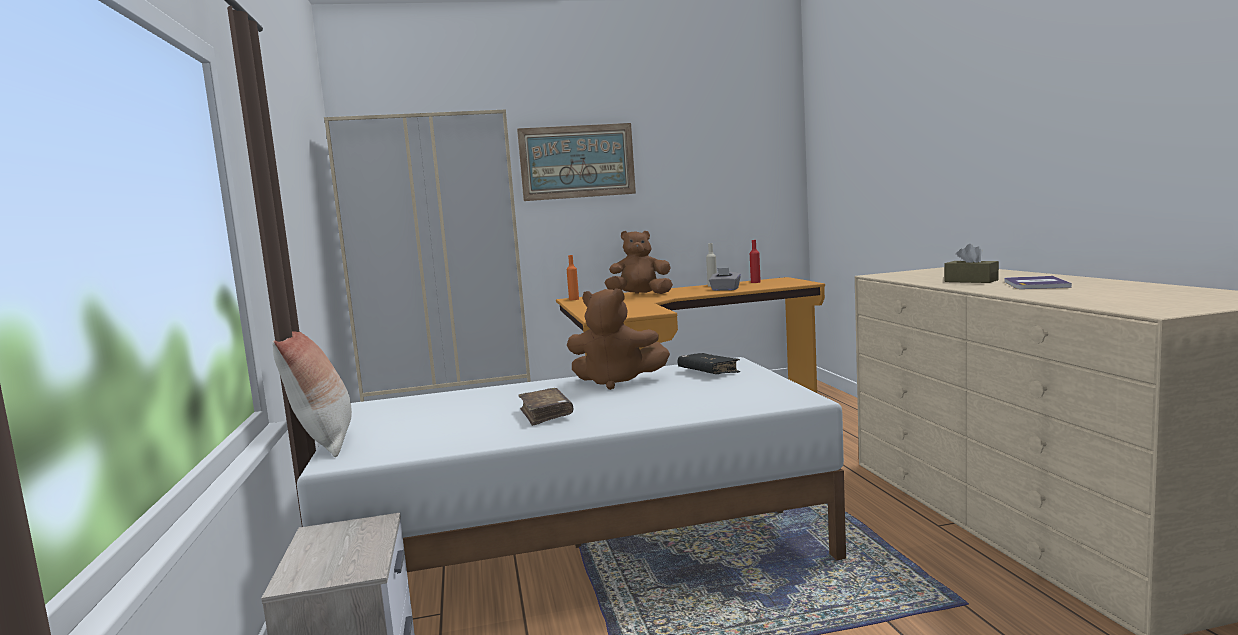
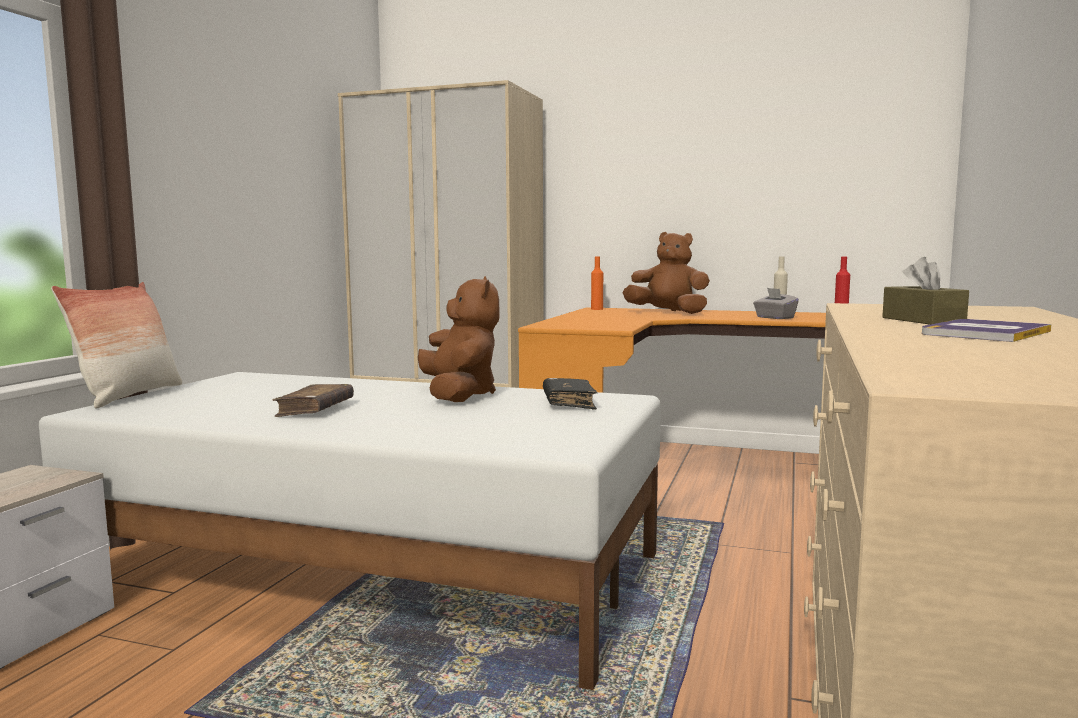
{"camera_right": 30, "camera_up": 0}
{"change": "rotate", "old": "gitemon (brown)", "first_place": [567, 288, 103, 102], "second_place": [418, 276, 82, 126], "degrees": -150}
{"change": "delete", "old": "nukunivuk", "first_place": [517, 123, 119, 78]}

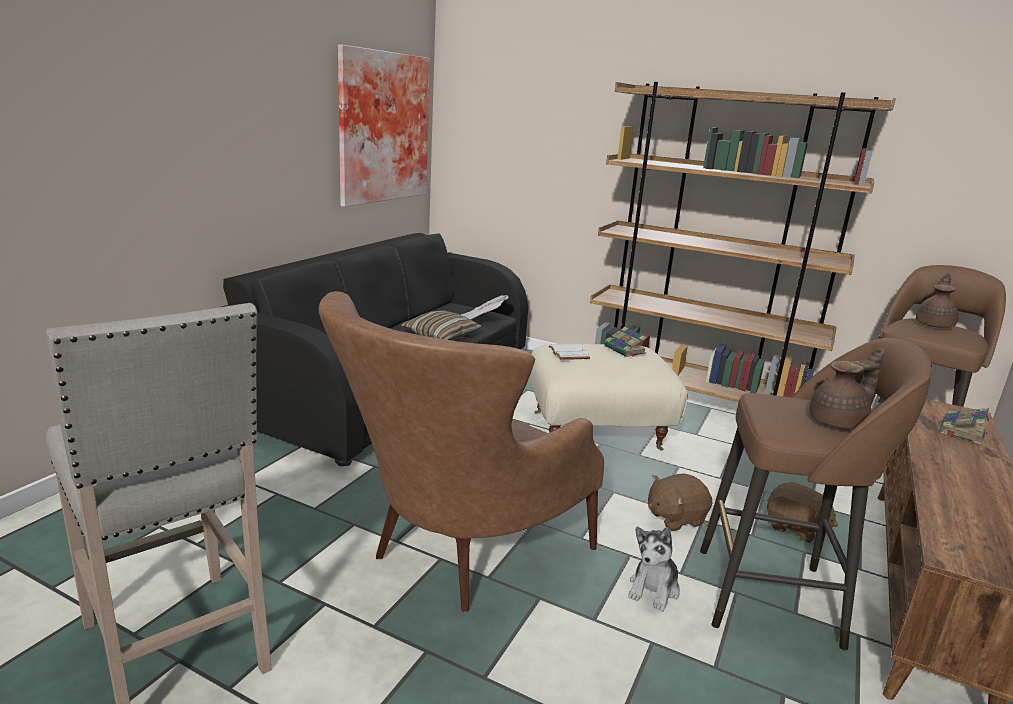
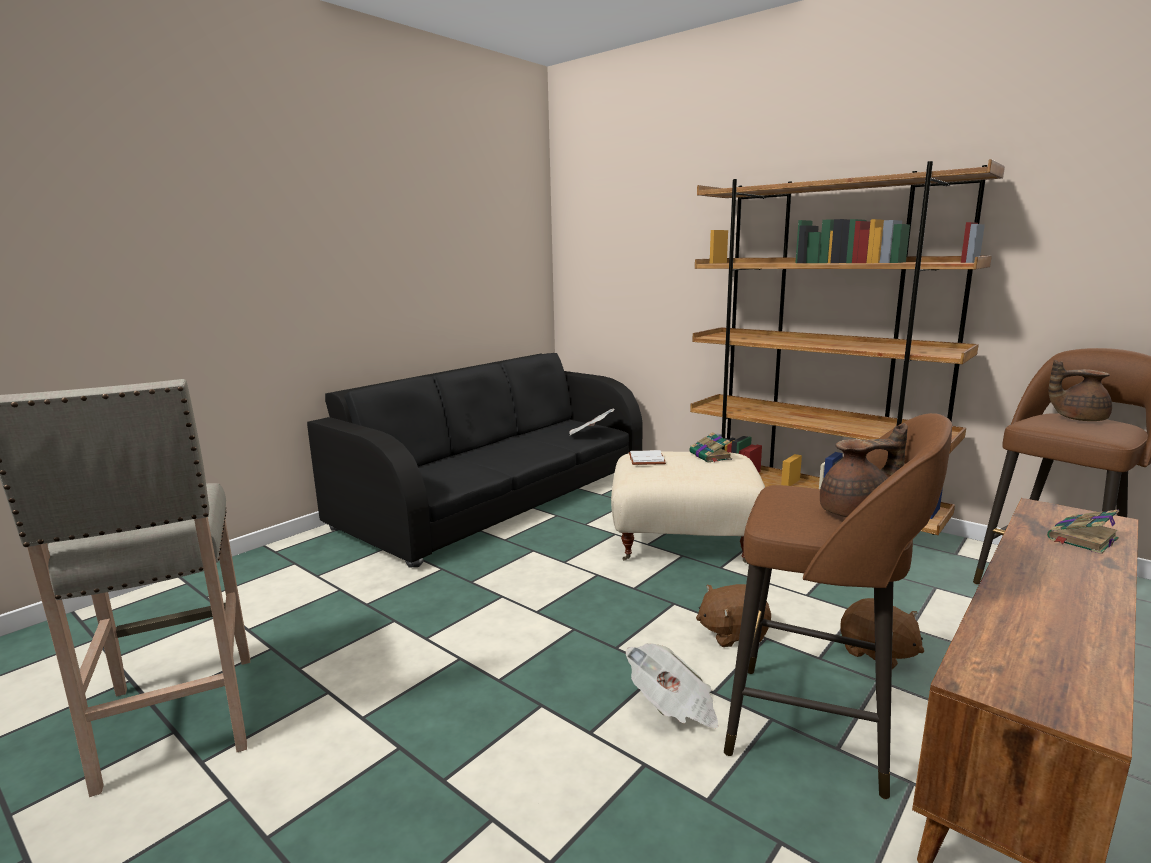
{"camera_right": 15, "camera_up": -5}
{"change": "replace", "old": "gitemon", "new": "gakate", "first_place": [628, 527, 52, 84], "second_place": [626, 643, 93, 85]}
{"change": "rotate", "old": "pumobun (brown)", "first_place": [916, 273, 43, 55], "second_place": [1049, 360, 63, 61], "degrees": -120}
{"change": "delete", "old": "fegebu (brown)", "first_place": [318, 291, 286, 321]}
{"change": "delete", "old": "nukunivuk", "first_place": [338, 44, 92, 163]}
{"change": "delete", "old": "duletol", "first_place": [401, 311, 81, 29]}

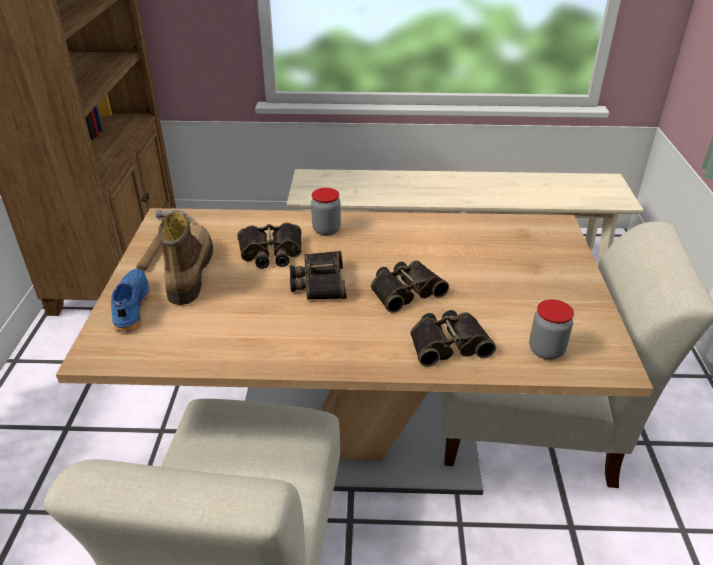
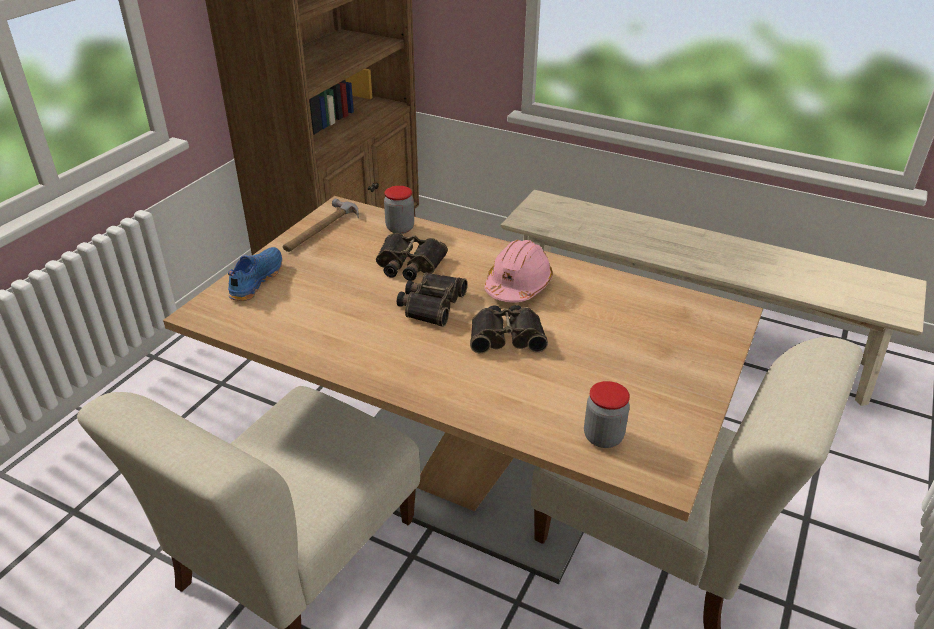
{"camera_right": 25, "camera_up": 0}
{"change": "move", "old": "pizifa", "first_place": [311, 188, 30, 48], "second_place": [384, 186, 30, 48]}
{"change": "insert", "new": "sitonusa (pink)", "second_place": [485, 240, 68, 62]}
{"change": "delete", "old": "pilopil", "first_place": [158, 211, 55, 94]}
{"change": "delete", "old": "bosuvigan", "first_place": [410, 310, 86, 57]}

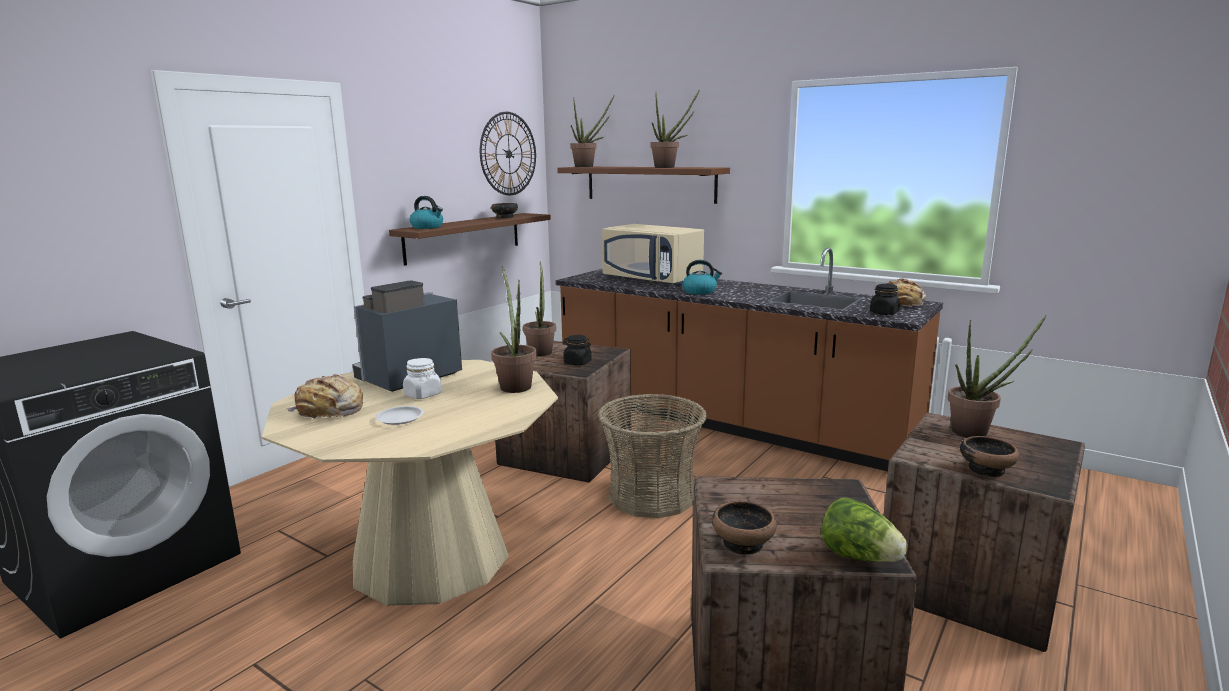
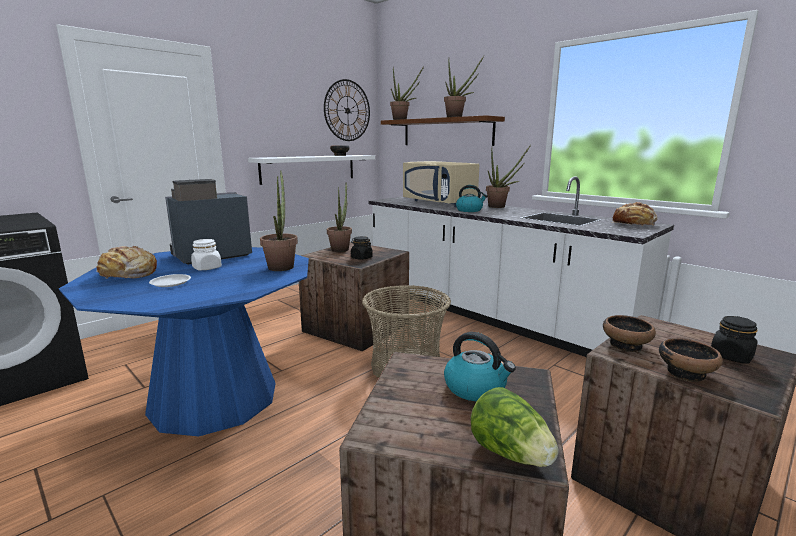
{"camera_right": 10, "camera_up": 0}
{"change": "recolor", "old": "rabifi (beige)", "new": "rabifi (blue)", "first_place": [262, 360, 296, 246], "second_place": [59, 247, 250, 190]}
{"change": "recolor", "old": "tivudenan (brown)", "new": "tivudenan (white)", "first_place": [389, 213, 162, 53], "second_place": [248, 155, 127, 30]}
{"change": "recolor", "old": "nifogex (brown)", "new": "nifogex (white)", "first_place": [555, 247, 388, 225], "second_place": [368, 176, 306, 181]}
{"change": "move", "old": "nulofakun", "first_place": [410, 196, 33, 33], "second_place": [444, 332, 72, 69]}
{"change": "move", "old": "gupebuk", "first_place": [948, 315, 99, 123], "second_place": [486, 145, 45, 63]}
{"change": "move", "old": "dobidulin", "first_place": [712, 501, 65, 54], "second_place": [603, 315, 53, 37]}
{"change": "move", "old": "pizifa (black)", "first_place": [870, 284, 30, 31], "second_place": [711, 316, 47, 48]}

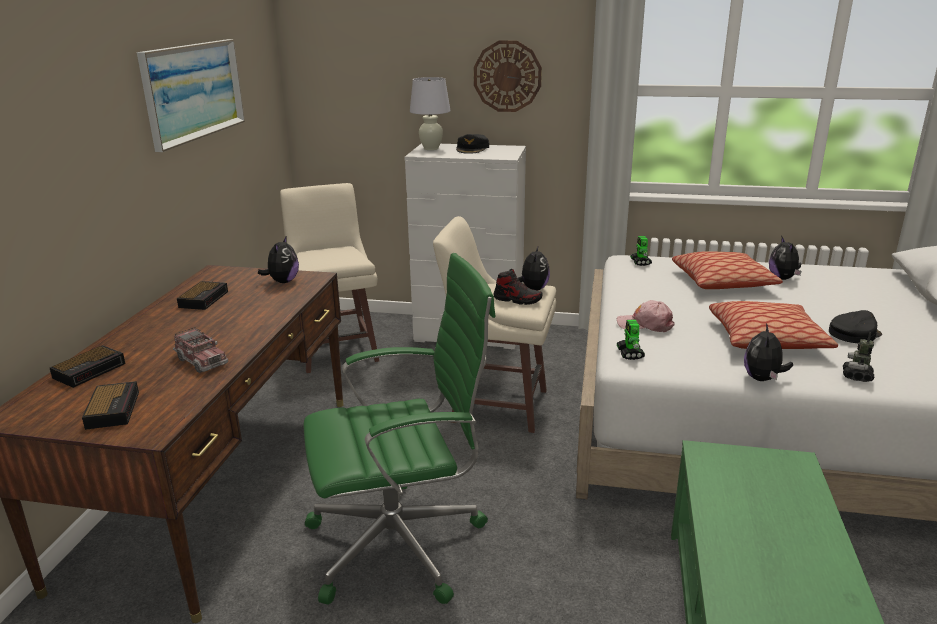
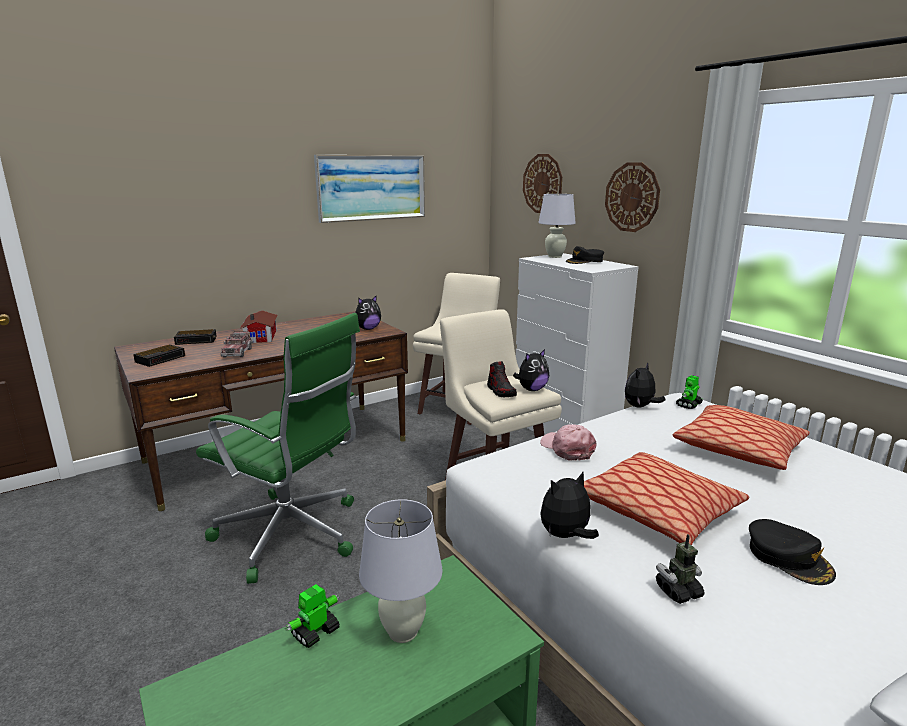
{"camera_right": 45, "camera_up": -5}
{"change": "insert", "new": "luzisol", "second_place": [240, 310, 37, 33]}
{"change": "move", "old": "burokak", "first_place": [616, 319, 29, 41], "second_place": [285, 584, 55, 64]}
{"change": "insert", "new": "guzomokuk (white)", "second_place": [359, 499, 84, 144]}
{"change": "insert", "new": "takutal", "second_place": [523, 154, 39, 59]}
{"change": "move", "old": "gitemon", "first_place": [769, 237, 32, 43], "second_place": [625, 362, 40, 46]}
{"change": "rotate", "old": "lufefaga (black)", "first_place": [829, 310, 53, 33], "second_place": [749, 519, 87, 66], "degrees": 45}
{"change": "delete", "old": "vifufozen", "first_place": [177, 281, 51, 29]}

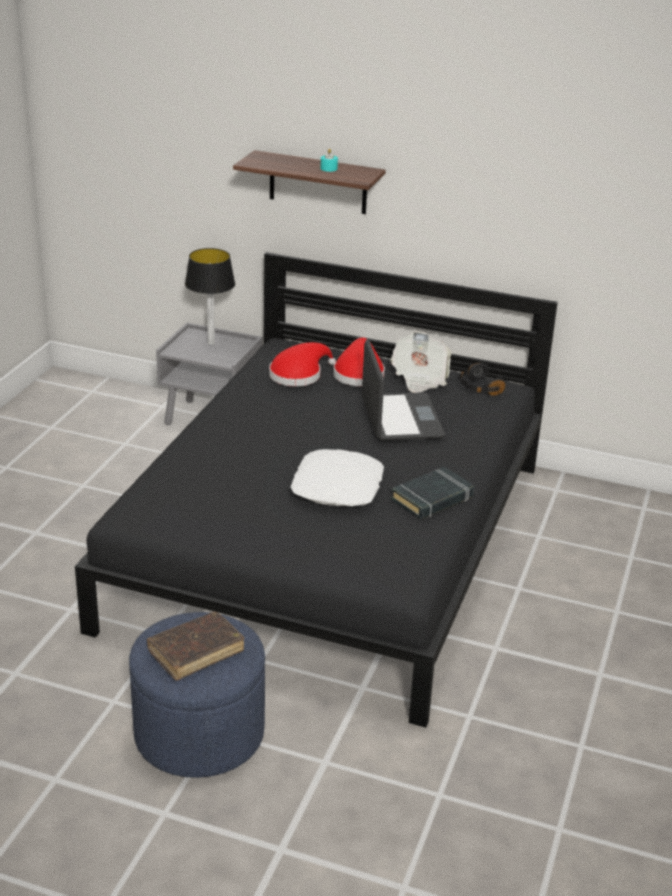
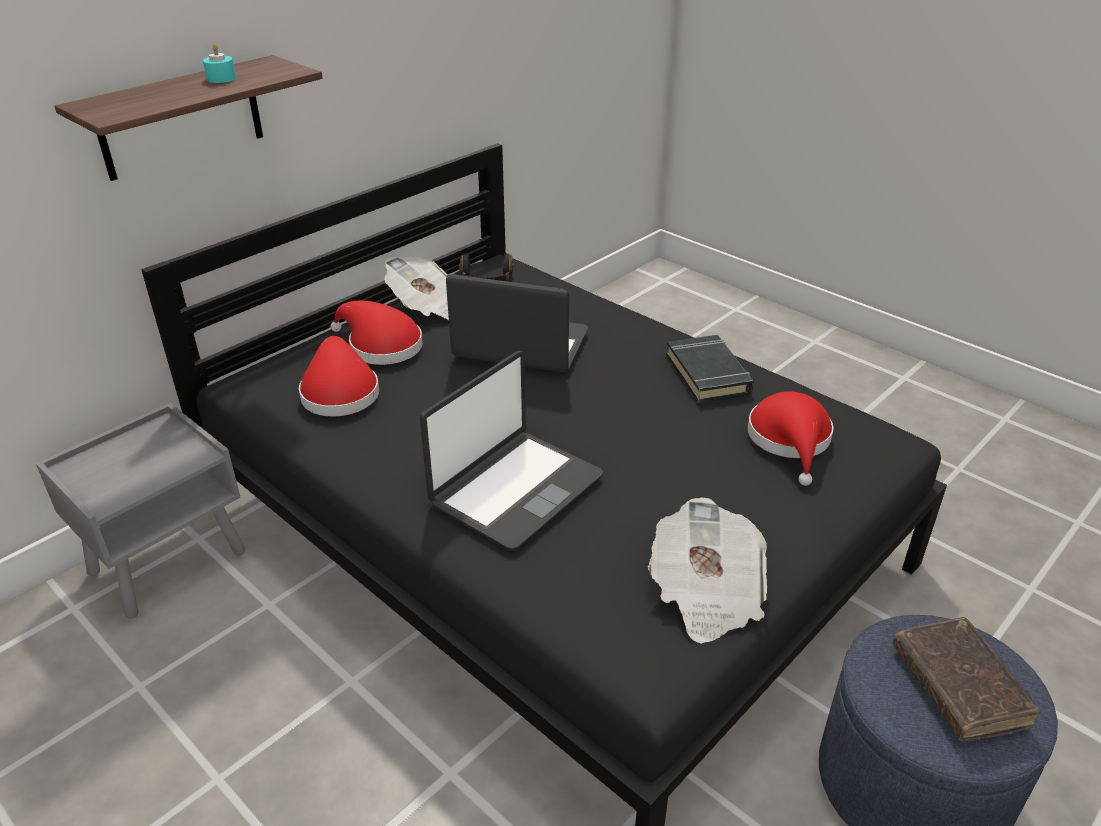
{"camera_right": -65, "camera_up": 5}
{"change": "insert", "new": "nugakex", "second_place": [420, 351, 183, 200]}
{"change": "insert", "new": "gakate", "second_place": [648, 498, 119, 146]}
{"change": "insert", "new": "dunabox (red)", "second_place": [747, 392, 86, 94]}
{"change": "delete", "old": "guzomokuk", "first_place": [185, 248, 50, 97]}
{"change": "delete", "old": "duletol (white)", "first_place": [290, 449, 94, 57]}

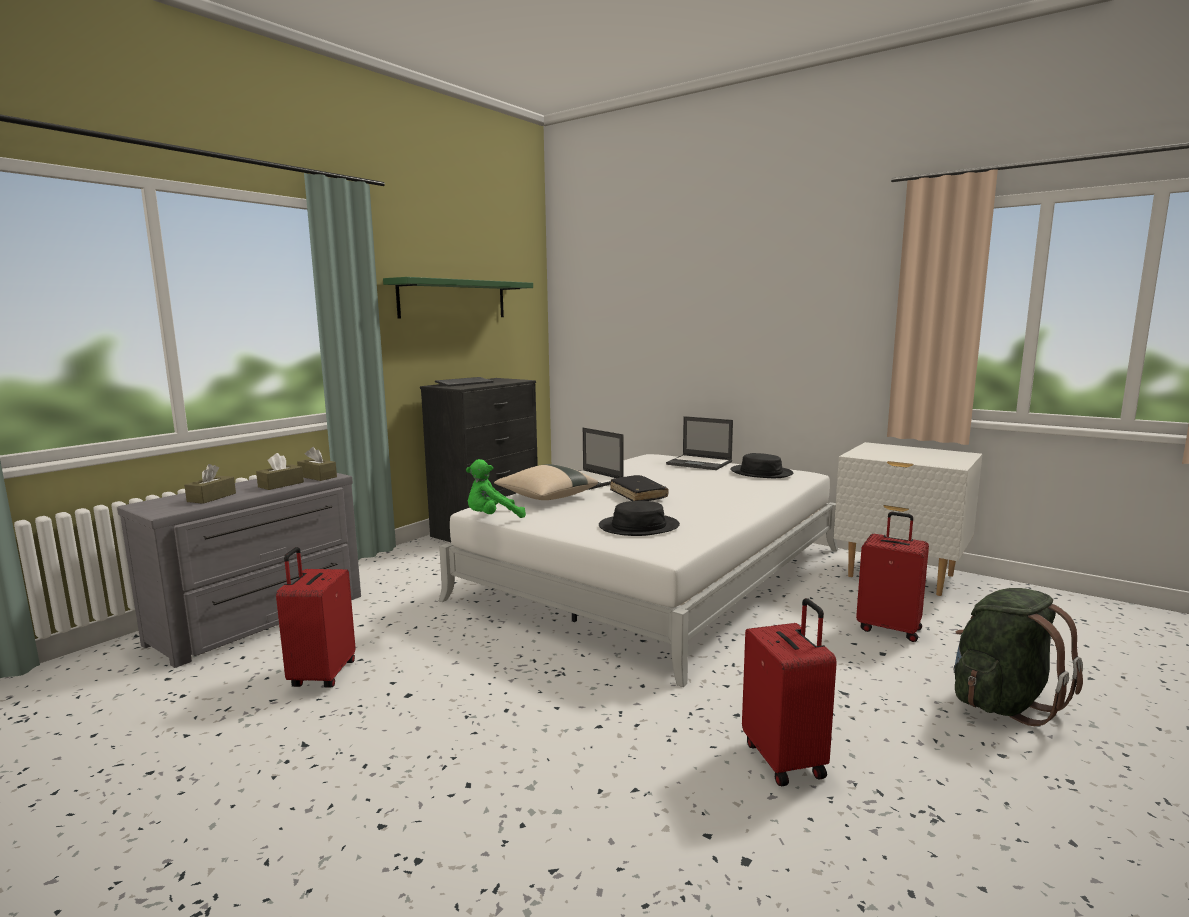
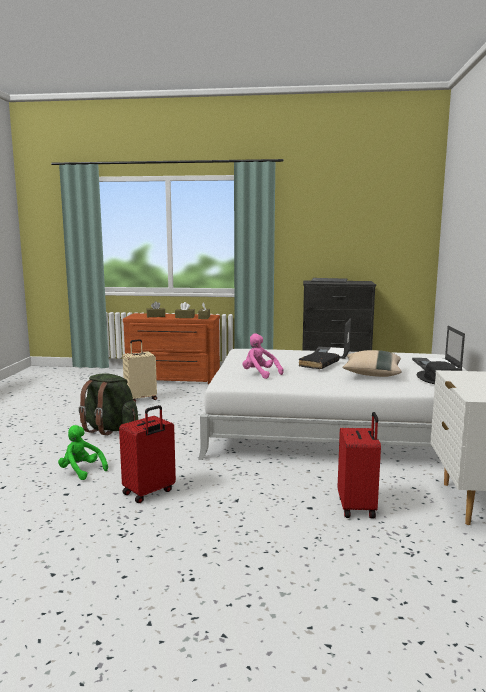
{"camera_right": 60, "camera_up": 0}
{"change": "move", "old": "gitemon (green)", "first_place": [466, 459, 60, 59], "second_place": [58, 425, 50, 55]}
{"change": "move", "old": "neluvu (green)", "first_place": [954, 588, 129, 138], "second_place": [78, 373, 60, 62]}
{"change": "recolor", "old": "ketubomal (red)", "new": "ketubomal (beige)", "first_place": [276, 547, 80, 140], "second_place": [122, 339, 35, 63]}
{"change": "recolor", "old": "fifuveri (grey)", "new": "fifuveri (brown)", "first_place": [117, 473, 244, 195], "second_place": [123, 313, 97, 71]}
{"change": "replace", "old": "dunabox (black)", "new": "gitemon (pink)", "first_place": [599, 501, 81, 35], "second_place": [243, 333, 41, 46]}
{"change": "move", "old": "duletol (beige)", "first_place": [494, 464, 104, 36], "second_place": [342, 350, 59, 27]}
{"change": "delete", "old": "tivudenan (green)", "first_place": [383, 277, 150, 41]}

